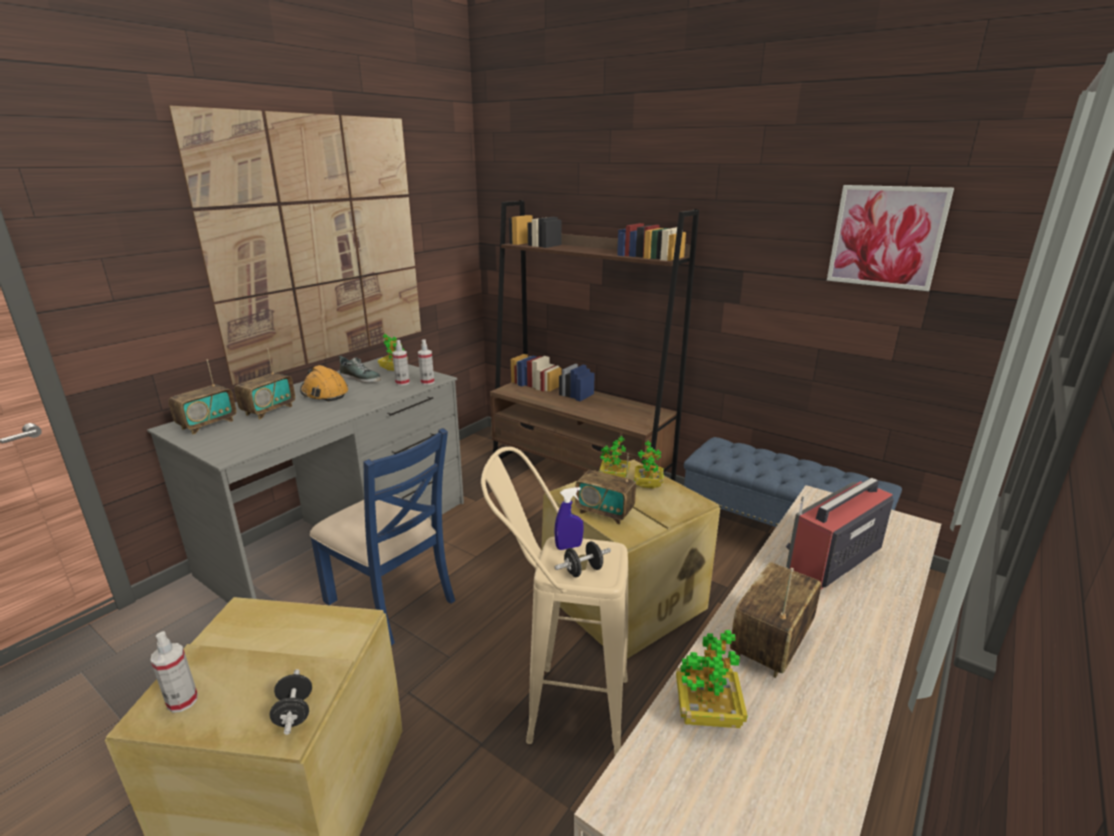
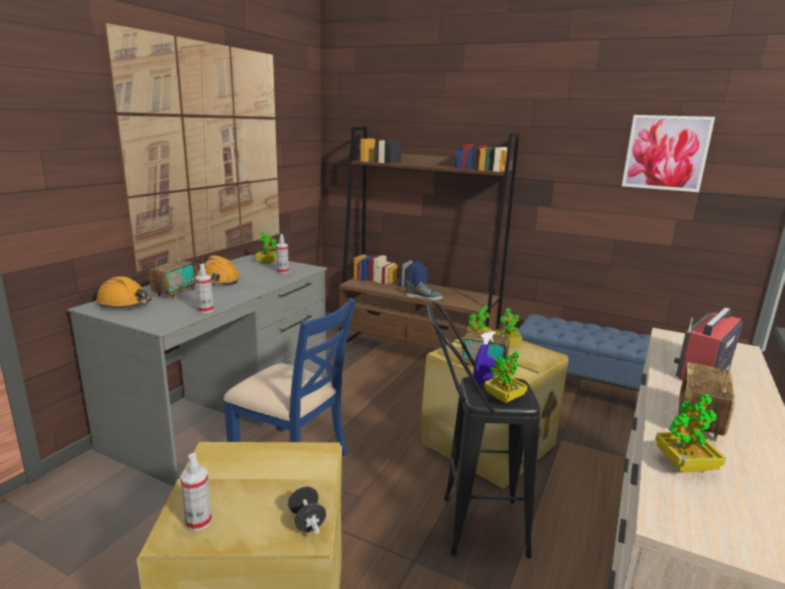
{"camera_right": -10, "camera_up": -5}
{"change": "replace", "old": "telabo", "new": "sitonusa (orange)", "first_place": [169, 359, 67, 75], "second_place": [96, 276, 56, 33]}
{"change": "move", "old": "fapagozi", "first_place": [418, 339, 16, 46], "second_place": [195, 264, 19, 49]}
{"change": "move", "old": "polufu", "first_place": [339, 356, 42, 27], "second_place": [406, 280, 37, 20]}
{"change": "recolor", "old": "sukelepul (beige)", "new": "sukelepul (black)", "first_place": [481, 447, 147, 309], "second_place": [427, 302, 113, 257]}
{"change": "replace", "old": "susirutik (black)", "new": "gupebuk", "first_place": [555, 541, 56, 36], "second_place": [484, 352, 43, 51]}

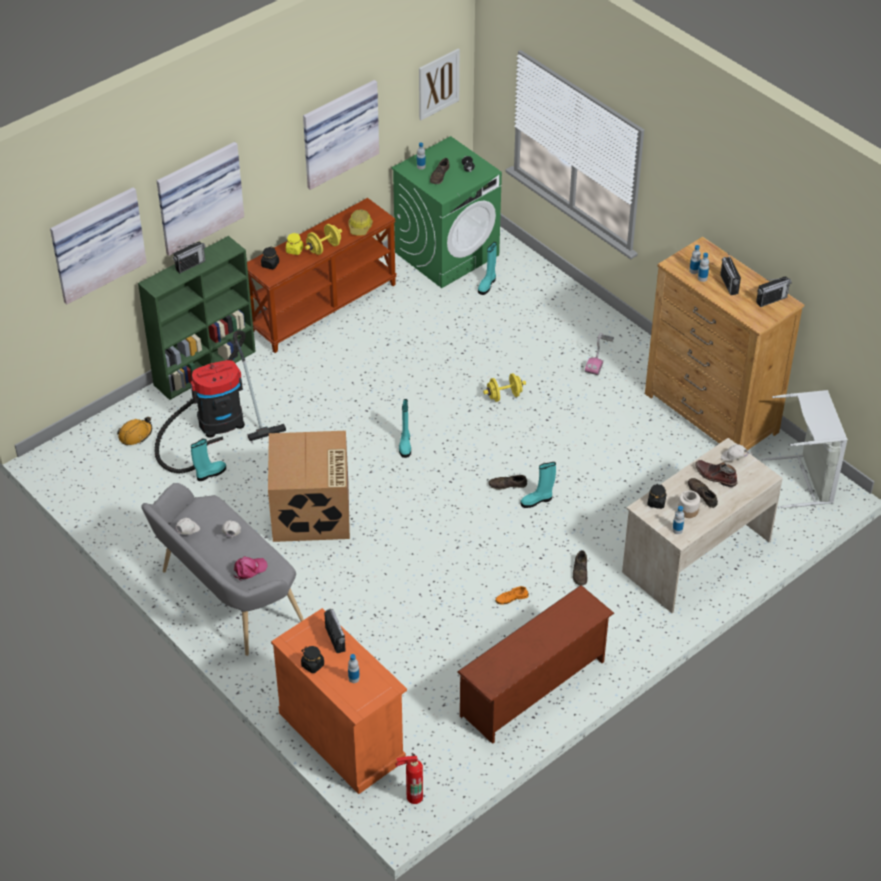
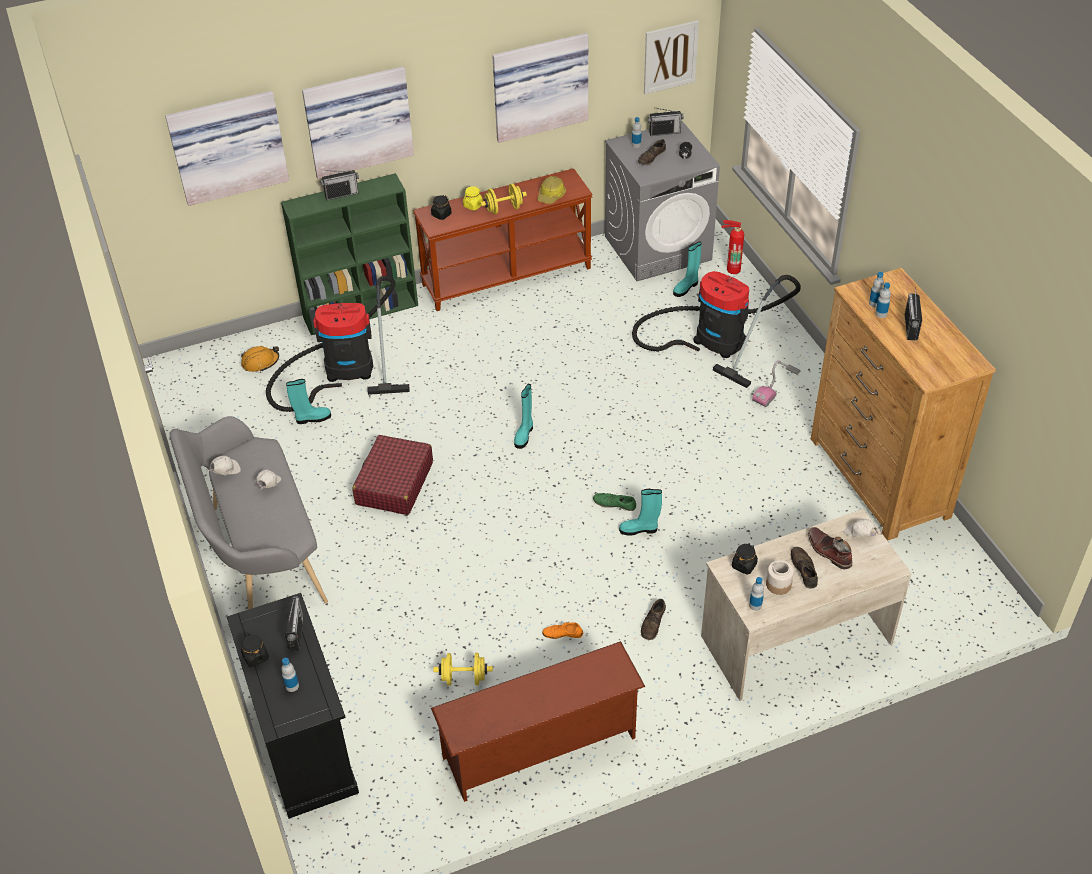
{"camera_right": 20, "camera_up": 0}
{"change": "recolor", "old": "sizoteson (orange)", "new": "sizoteson (black)", "first_place": [271, 608, 136, 186], "second_place": [227, 593, 132, 226]}
{"change": "replace", "old": "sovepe", "new": "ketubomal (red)", "first_place": [268, 431, 82, 111], "second_place": [353, 435, 80, 80]}
{"change": "move", "old": "susirutik (yellow)", "first_place": [483, 373, 43, 29], "second_place": [433, 653, 60, 32]}
{"change": "recolor", "old": "polufu (brown)", "new": "polufu (green)", "first_place": [488, 475, 39, 15], "second_place": [593, 493, 43, 18]}
{"change": "recolor", "old": "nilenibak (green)", "new": "nilenibak (grey)", "first_place": [391, 136, 111, 152], "second_place": [605, 121, 115, 160]}
{"change": "insert", "new": "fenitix", "second_place": [632, 271, 169, 117]}
{"change": "move", "old": "telabo", "first_place": [756, 277, 36, 30], "second_place": [648, 107, 36, 29]}
{"change": "move", "old": "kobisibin", "first_place": [395, 753, 28, 51], "second_place": [722, 220, 22, 54]}
{"change": "delete", "old": "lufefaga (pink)", "first_place": [234, 557, 34, 24]}
{"change": "delete", "old": "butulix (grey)", "first_place": [761, 390, 87, 118]}

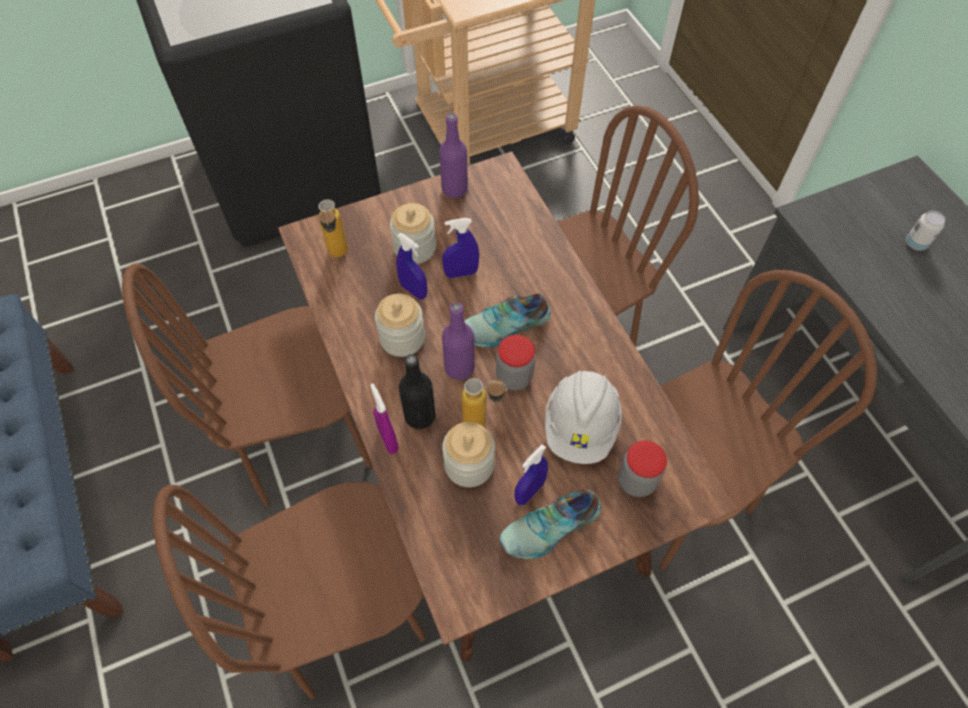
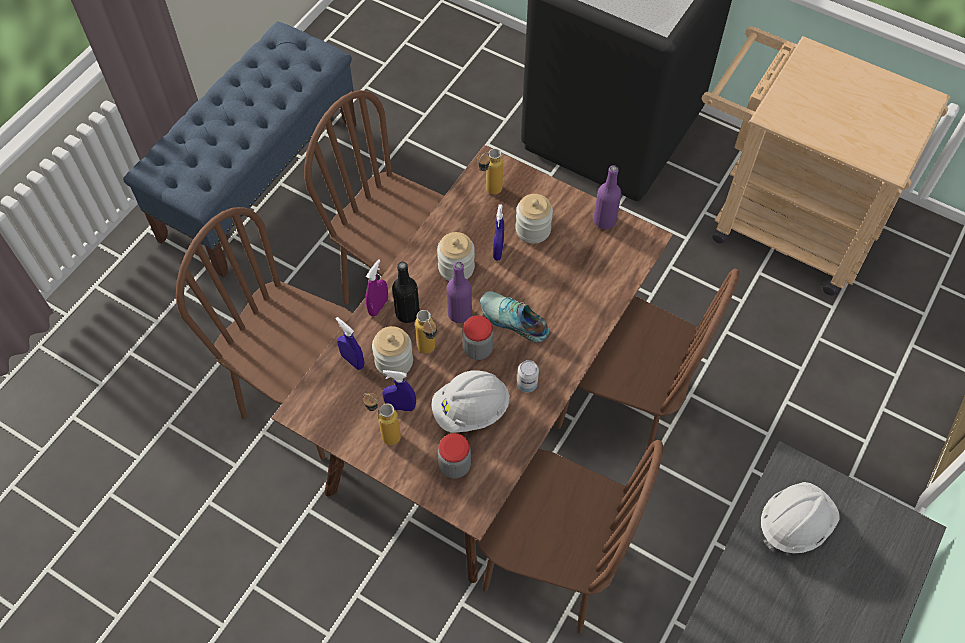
{"camera_right": 55, "camera_up": 0}
{"change": "move", "old": "fapagozi (blue)", "first_place": [442, 218, 37, 60], "second_place": [336, 317, 28, 53]}
{"change": "replace", "old": "polufu", "new": "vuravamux", "first_place": [499, 490, 102, 69], "second_place": [363, 393, 38, 52]}
{"change": "move", "old": "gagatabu", "first_place": [906, 211, 39, 40], "second_place": [517, 360, 22, 32]}
{"change": "insert", "new": "sitonusa (white)", "second_place": [761, 482, 79, 71]}

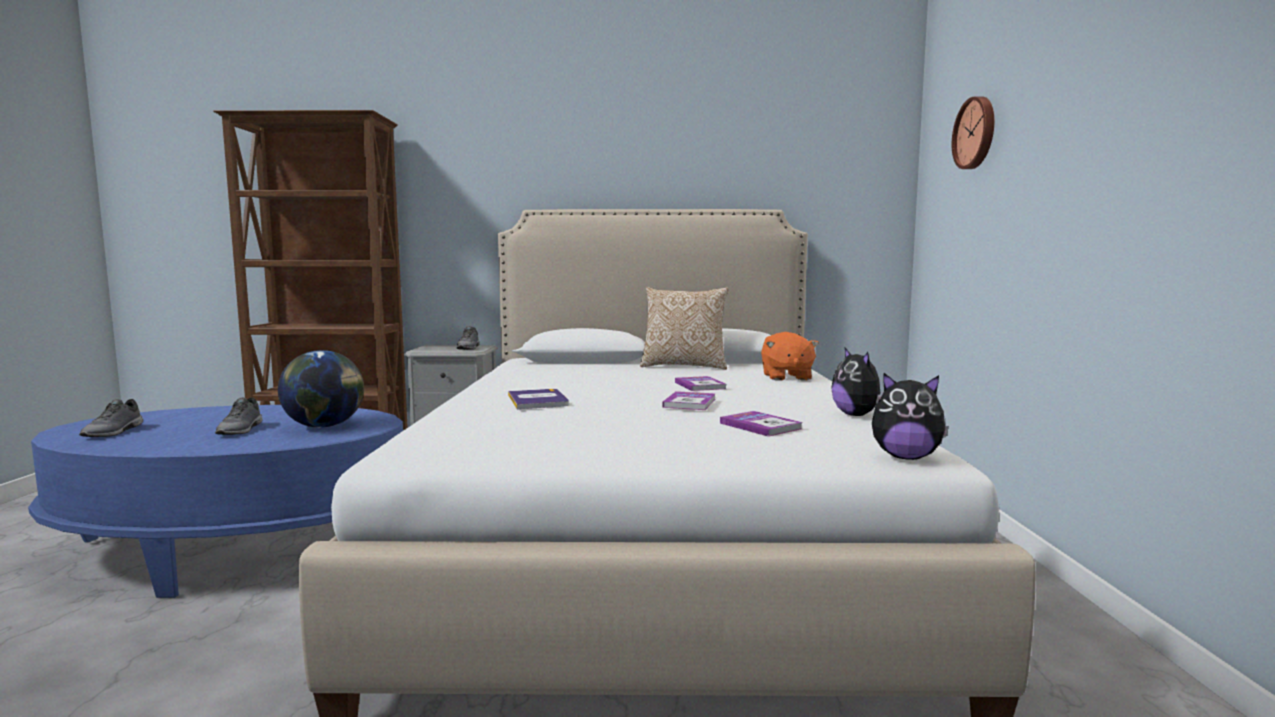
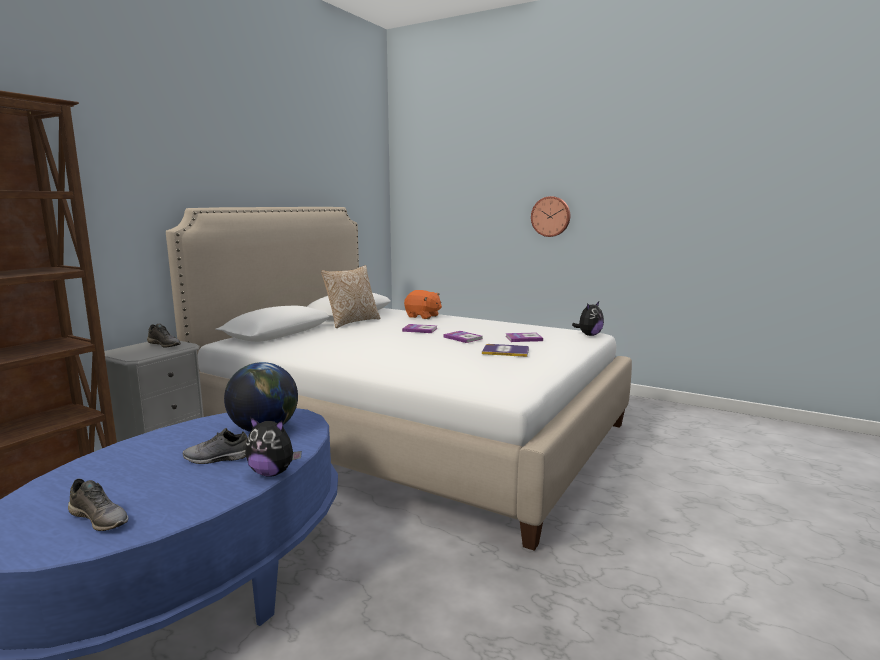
{"camera_right": -60, "camera_up": 5}
{"change": "rotate", "old": "polufu (grey)", "first_place": [215, 397, 47, 38], "second_place": [183, 428, 65, 36], "degrees": 150}
{"change": "move", "old": "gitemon", "first_place": [831, 348, 51, 68], "second_place": [245, 417, 57, 60]}
{"change": "move", "old": "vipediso", "first_place": [508, 389, 61, 20], "second_place": [482, 344, 47, 13]}
{"change": "move", "old": "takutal", "first_place": [952, 97, 42, 72], "second_place": [531, 196, 39, 41]}

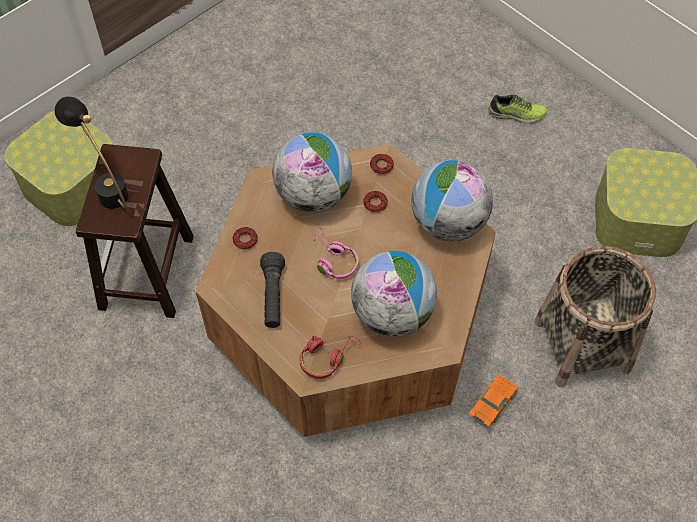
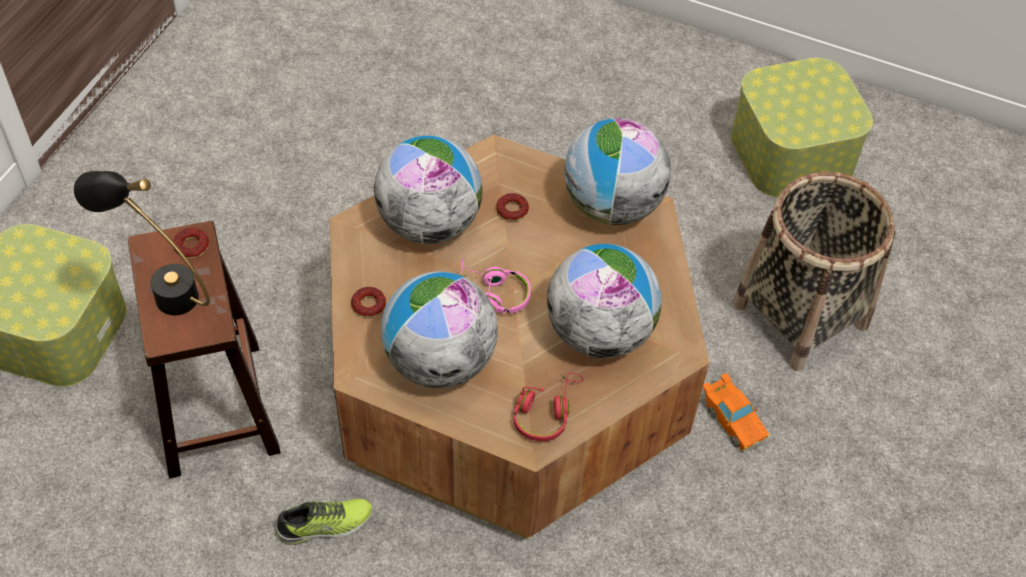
{"camera_right": -25, "camera_up": -5}
{"change": "move", "old": "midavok", "first_place": [370, 154, 24, 21], "second_place": [173, 228, 36, 31]}
{"change": "move", "old": "polufu", "first_place": [488, 94, 59, 30], "second_place": [275, 499, 97, 46]}
{"change": "replace", "old": "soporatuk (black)", "new": "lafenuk", "first_place": [260, 252, 25, 76], "second_place": [381, 271, 117, 117]}
{"change": "rotate", "old": "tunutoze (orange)", "first_place": [469, 374, 50, 52], "second_place": [703, 373, 67, 79], "degrees": 135}

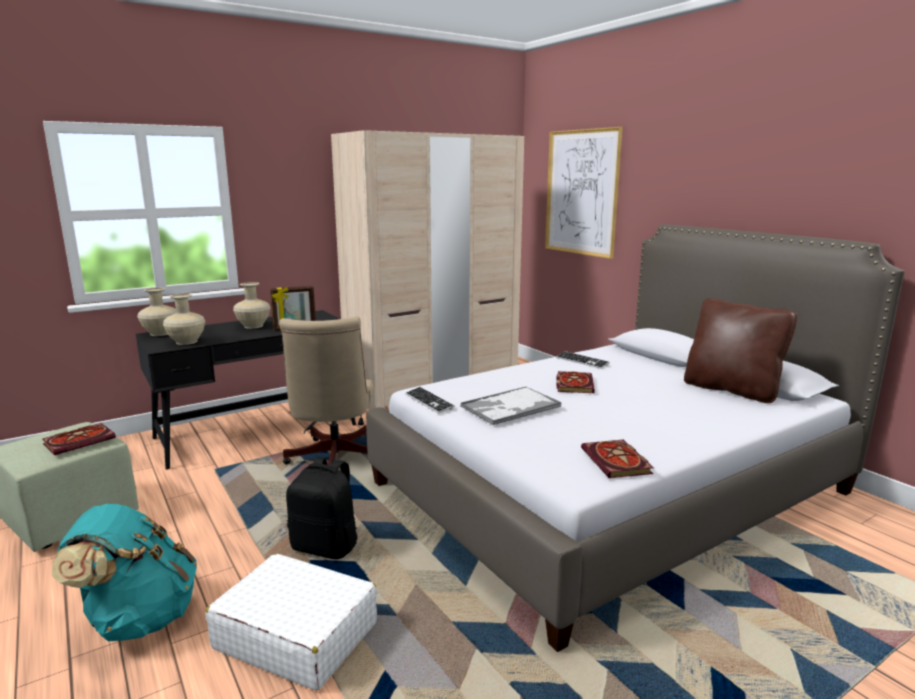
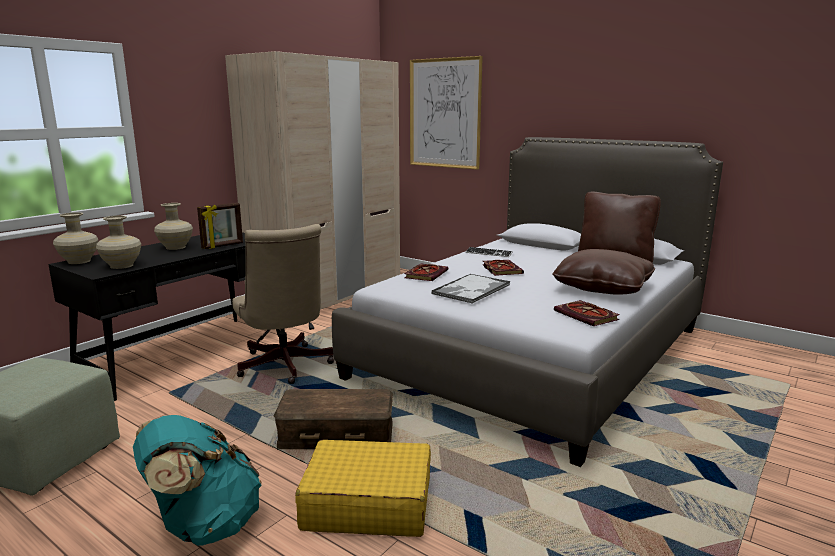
{"camera_right": -20, "camera_up": 0}
{"change": "replace", "old": "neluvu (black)", "new": "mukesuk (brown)", "first_place": [286, 457, 72, 102], "second_place": [274, 389, 119, 61]}
{"change": "recolor", "old": "ketubomal (white)", "new": "ketubomal (yellow)", "first_place": [206, 554, 171, 137], "second_place": [295, 440, 136, 97]}
{"change": "move", "old": "vipediso", "first_place": [42, 423, 74, 32], "second_place": [404, 264, 44, 17]}
{"change": "insert", "new": "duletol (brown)", "second_place": [552, 249, 103, 46]}
{"change": "delete", "old": "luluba", "first_place": [405, 387, 50, 27]}

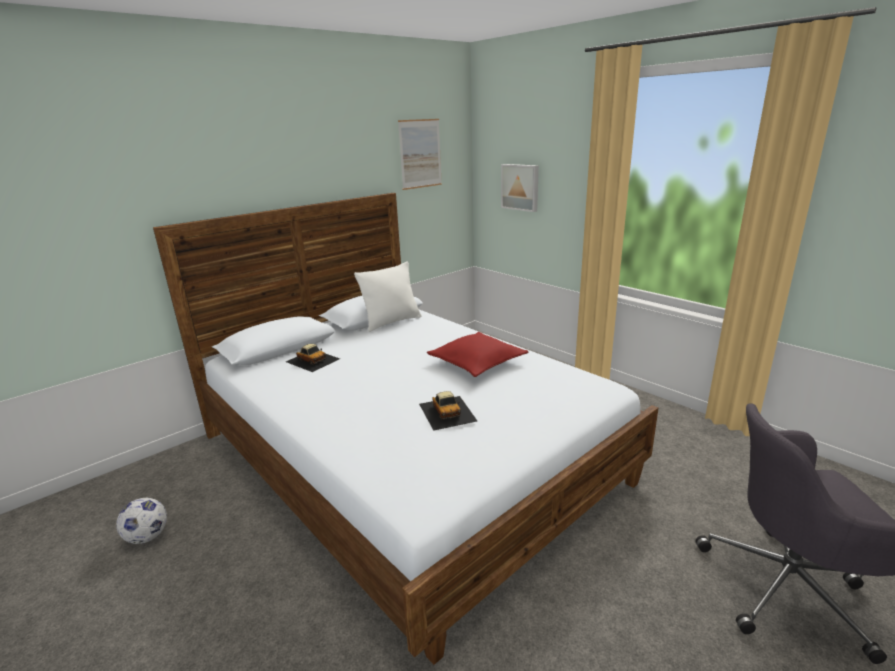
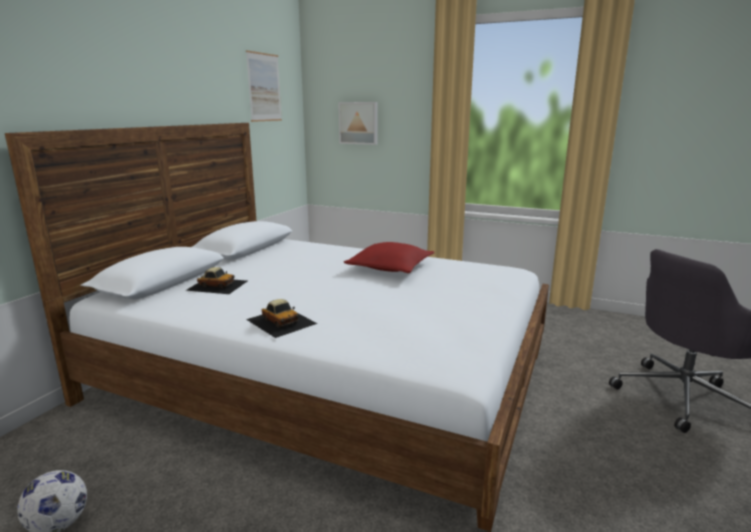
{"camera_right": -25, "camera_up": -5}
{"change": "move", "old": "tunutoze", "first_place": [419, 391, 58, 40], "second_place": [246, 299, 71, 39]}
{"change": "delete", "old": "duletol (white)", "first_place": [354, 261, 68, 71]}

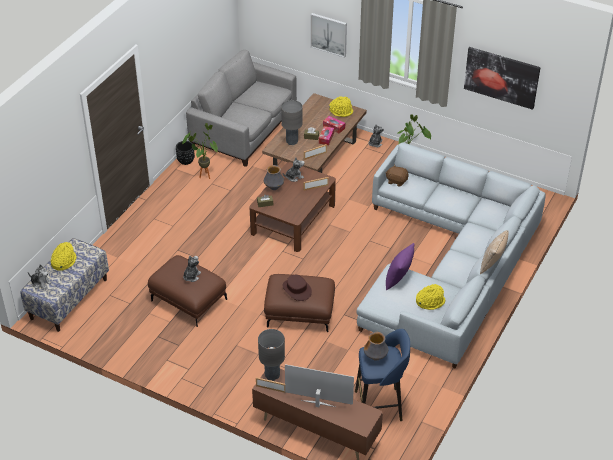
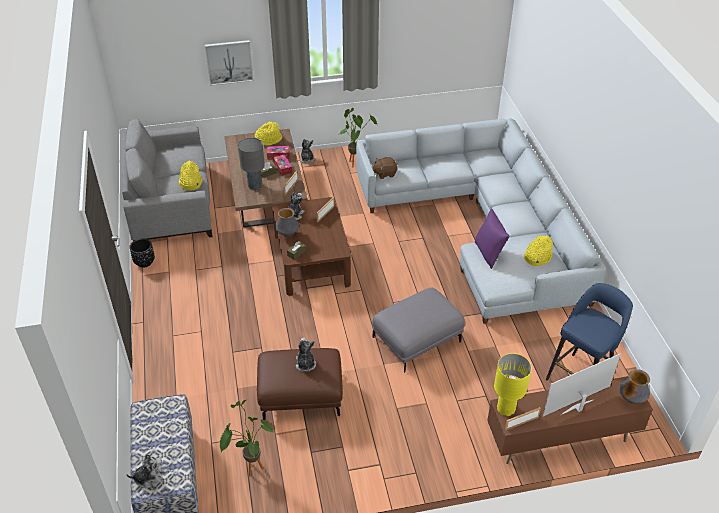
{"camera_right": -40, "camera_up": 0}
{"change": "move", "old": "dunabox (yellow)", "first_place": [51, 242, 26, 29], "second_place": [179, 161, 24, 30]}
{"change": "move", "old": "gupebuk", "first_place": [182, 123, 36, 56], "second_place": [220, 400, 55, 77]}
{"change": "recolor", "old": "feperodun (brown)", "new": "feperodun (grey)", "first_place": [264, 274, 71, 59], "second_place": [372, 288, 93, 84]}
{"change": "recolor", "old": "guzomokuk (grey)", "new": "guzomokuk (yellow)", "first_place": [258, 329, 27, 52], "second_place": [494, 353, 38, 63]}
{"change": "move", "old": "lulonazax", "first_place": [364, 332, 24, 29], "second_place": [619, 369, 31, 35]}
{"change": "delete", "old": "dunabox (brown)", "first_place": [282, 275, 30, 26]}
{"change": "delete", "old": "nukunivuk", "first_place": [464, 47, 77, 63]}
{"change": "delete", "old": "duletol", "first_place": [480, 230, 29, 44]}

